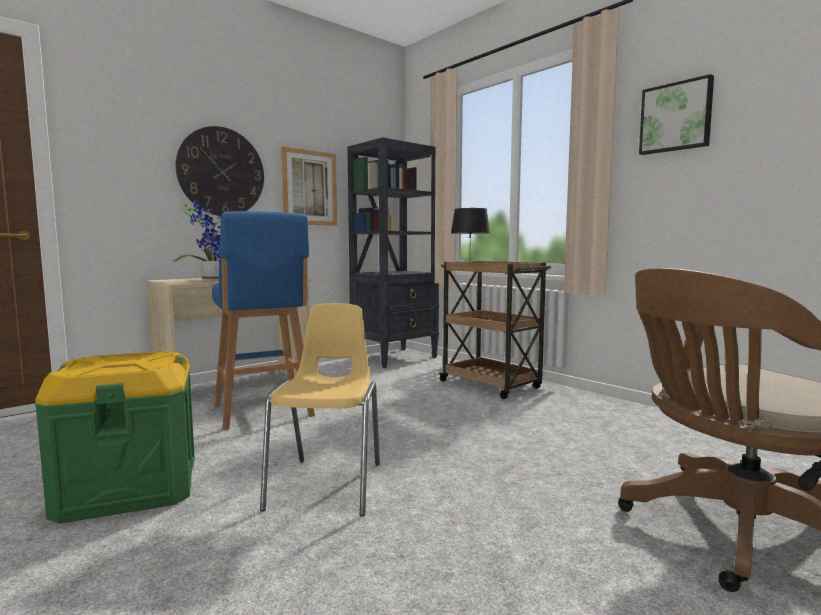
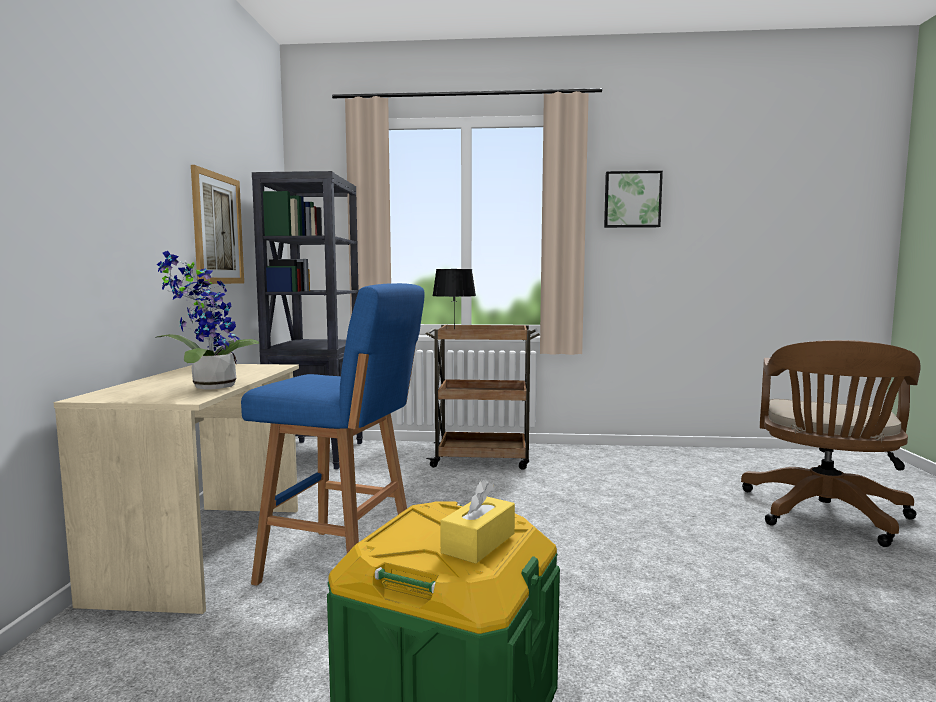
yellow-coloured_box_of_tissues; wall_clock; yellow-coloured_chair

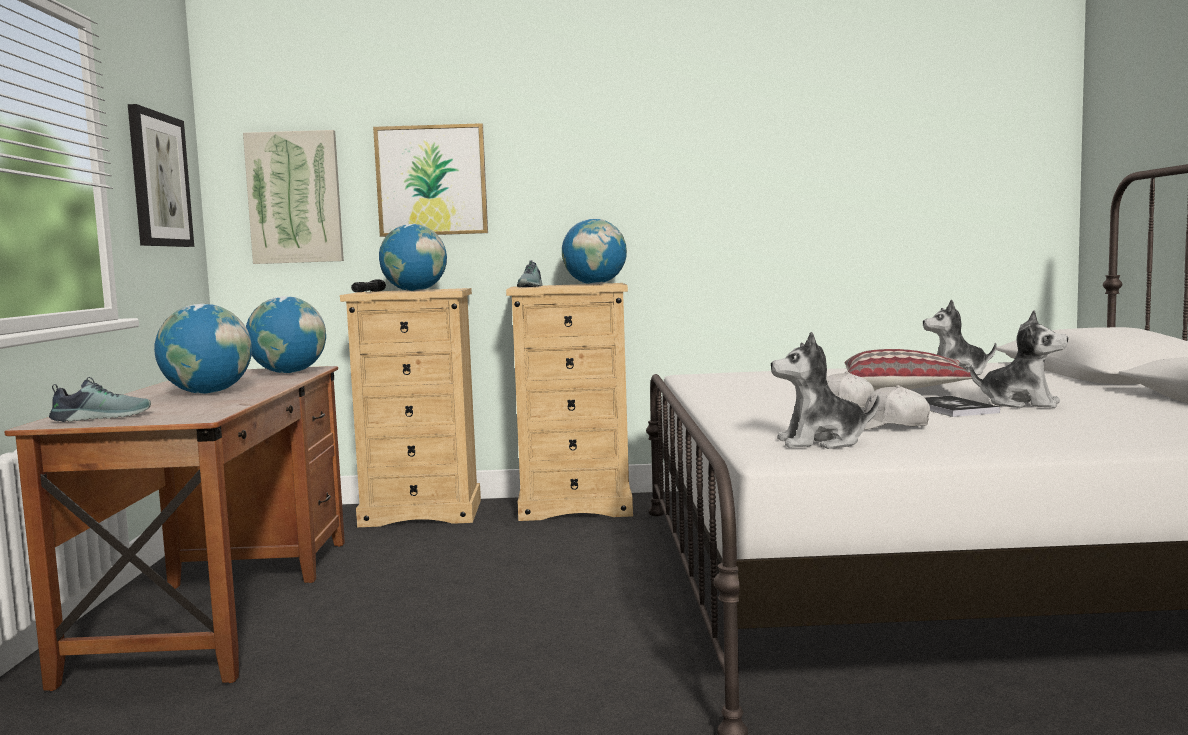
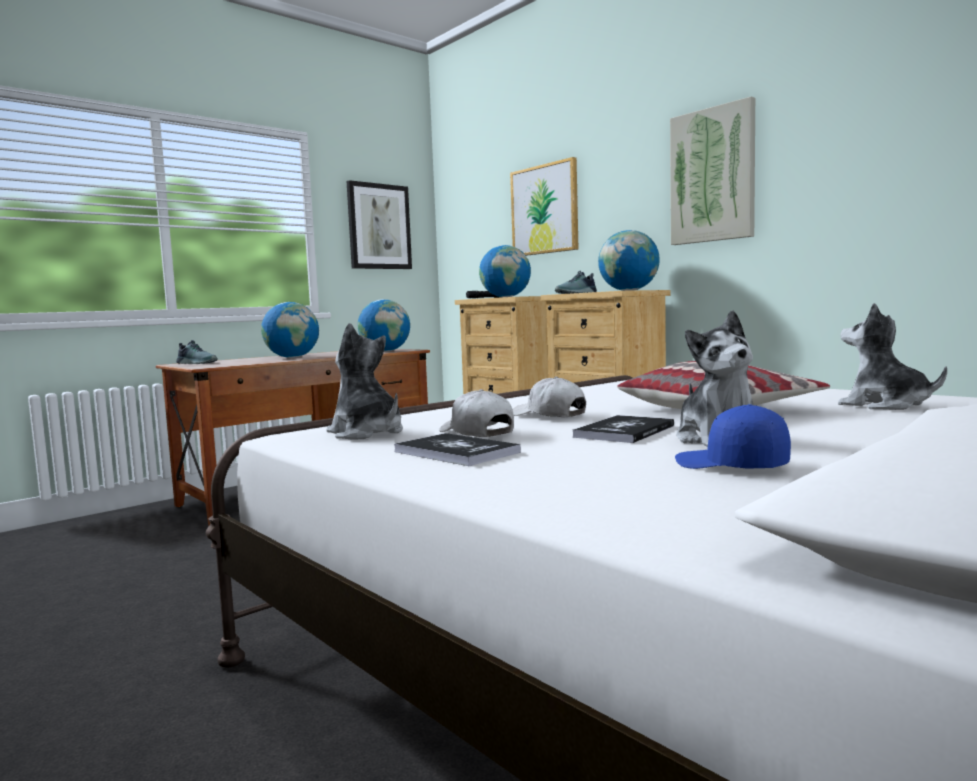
bound_book (no. 1 from left); wall_art (no. 3 from left); blue_peaked_cap

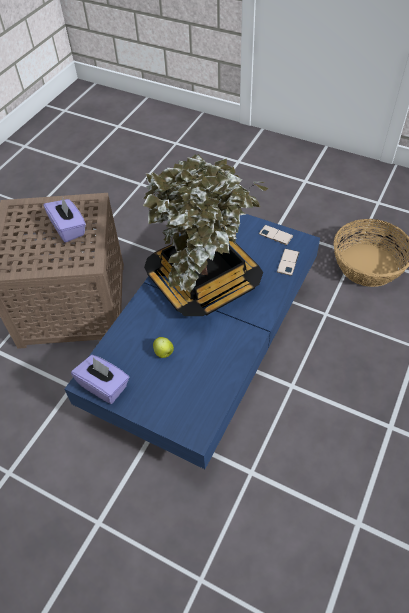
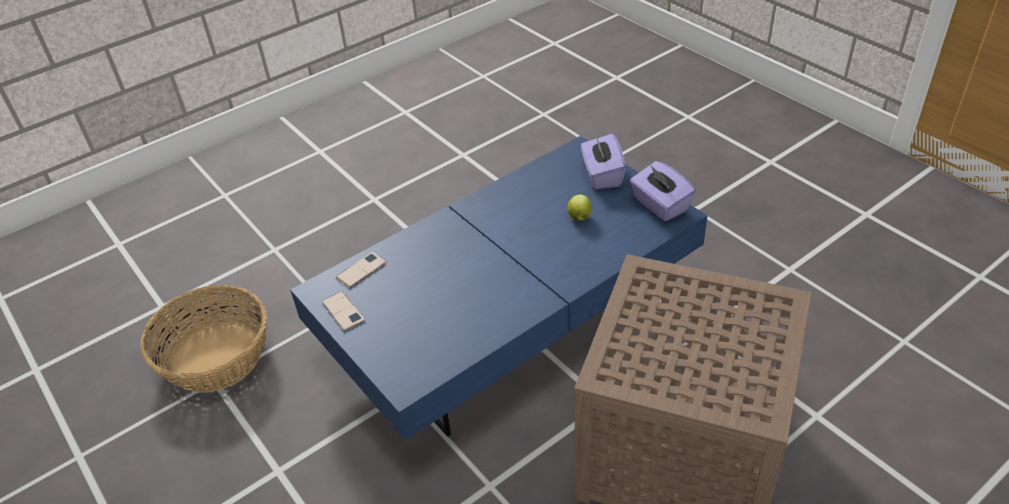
purplish_box_of_tissues (no. 1 from left); plant_in_a_pot

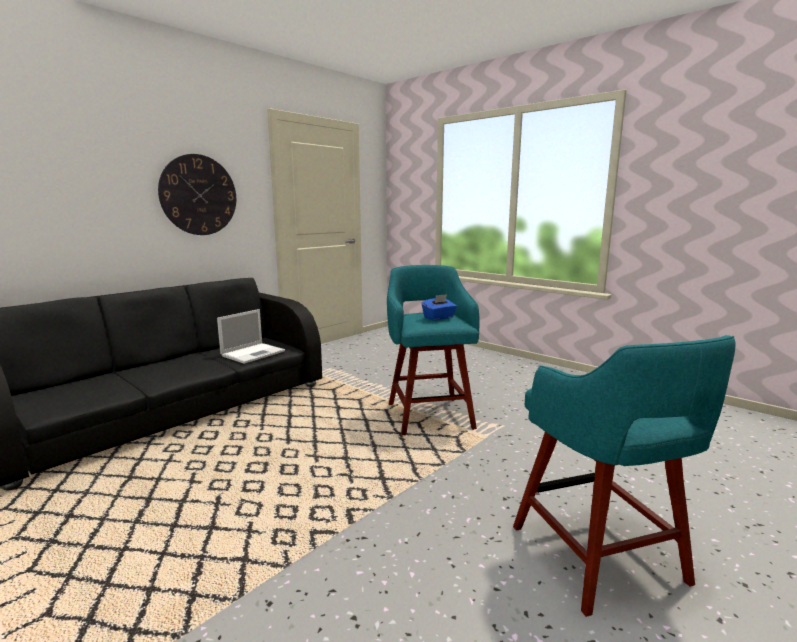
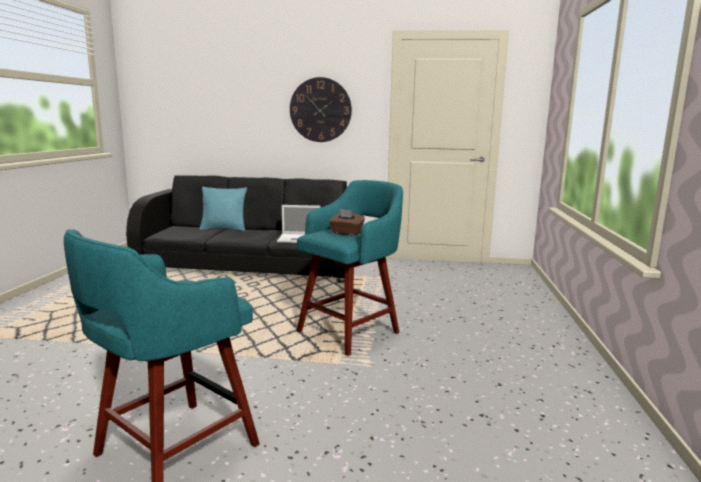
blue-green_pillow; brown-coloured_box_of_tissues

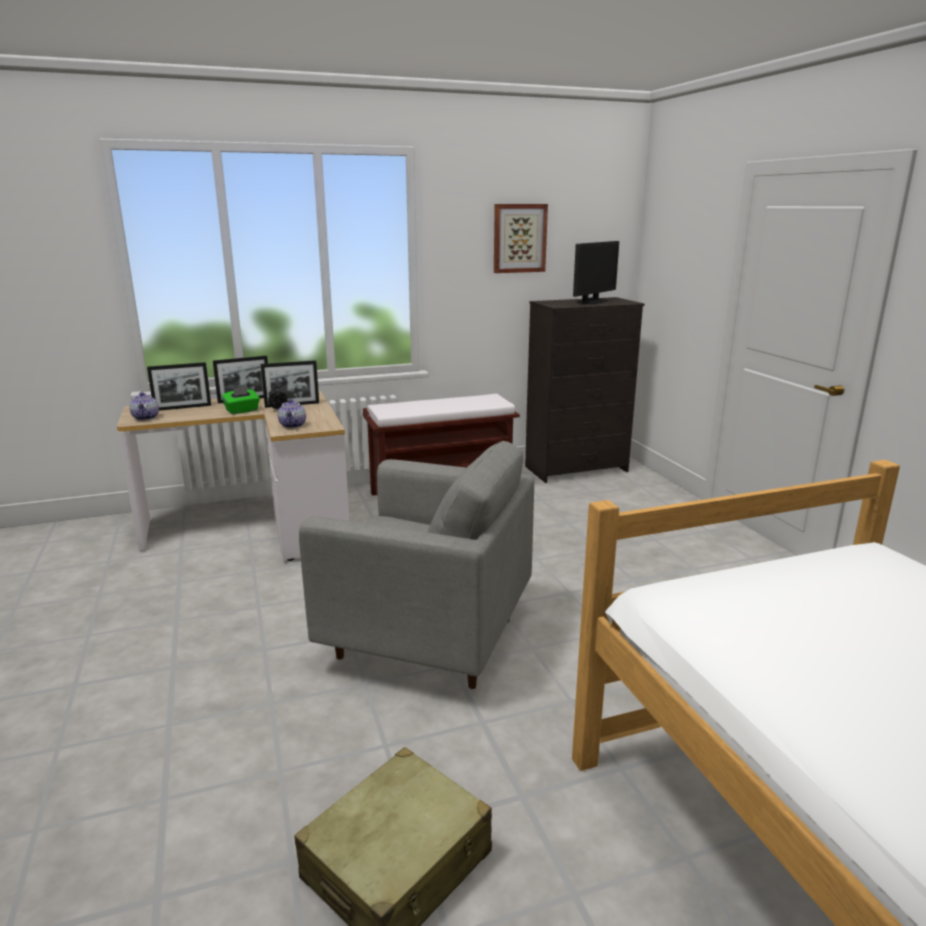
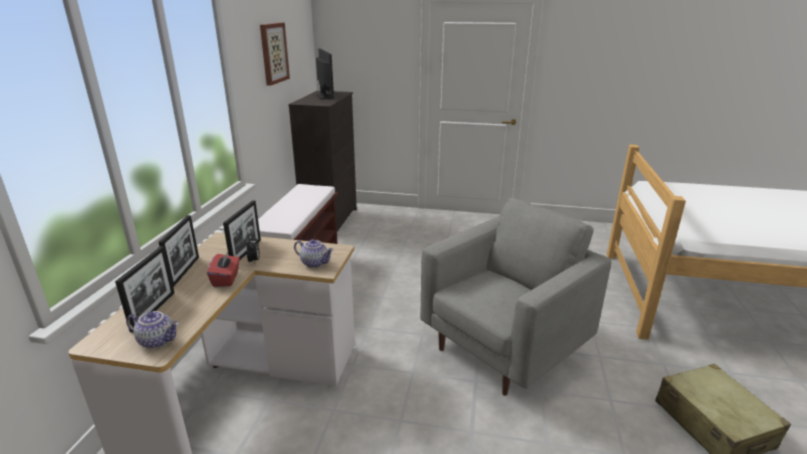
reddish_box_of_tissues

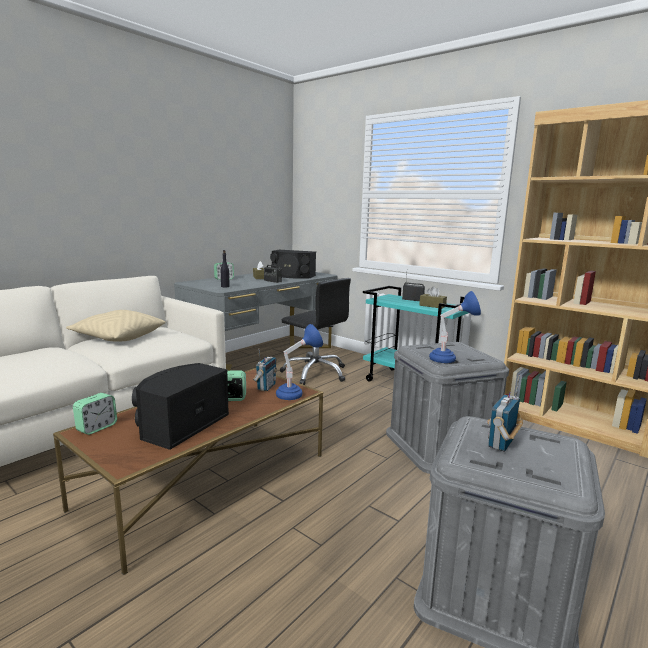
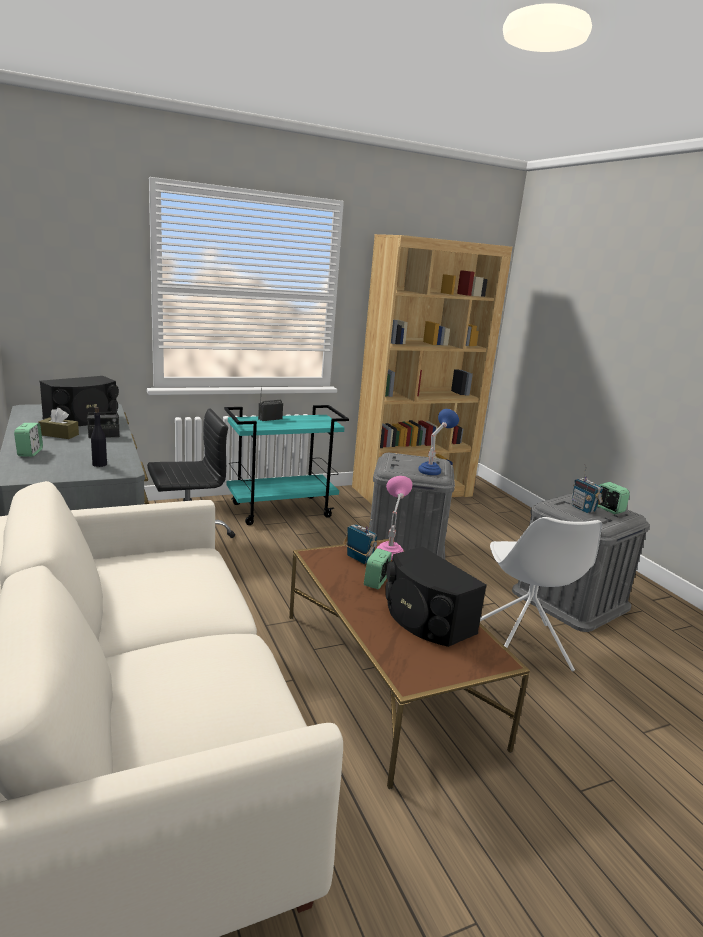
pink_tabletop_lamp; white-coloured_chair; alarm_clock (no. 3 from left); beige_pillow; brown-coloured_box_of_tissues (no. 2 from left in the first image)

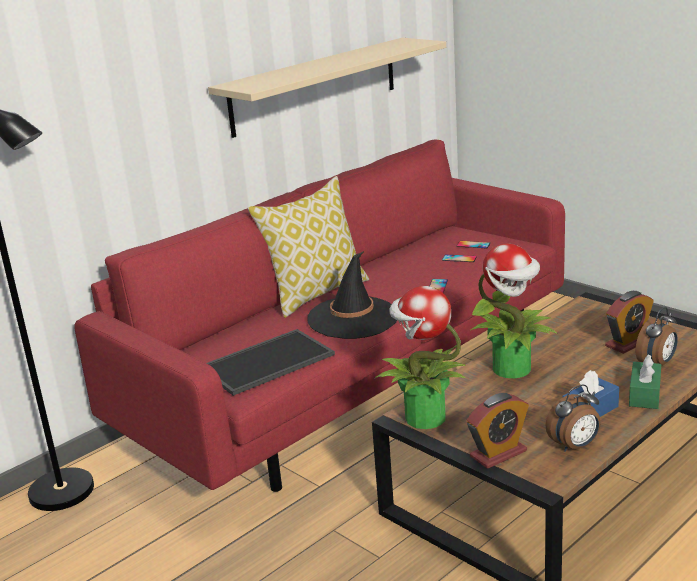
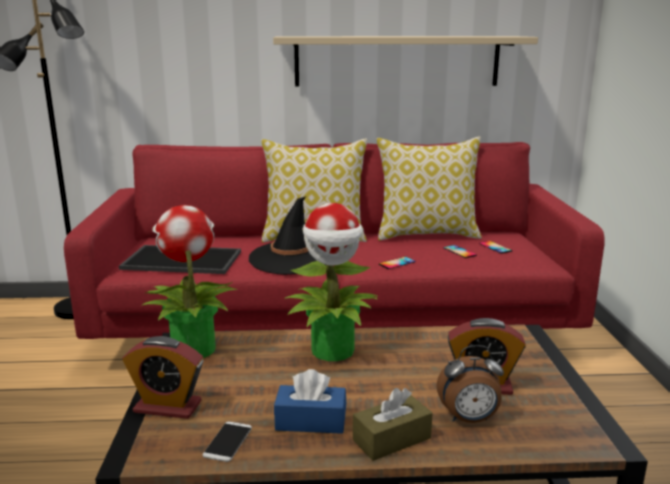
telephone (no. 1 from left); brown-coloured_box_of_tissues; pillow (no. 2 from left)

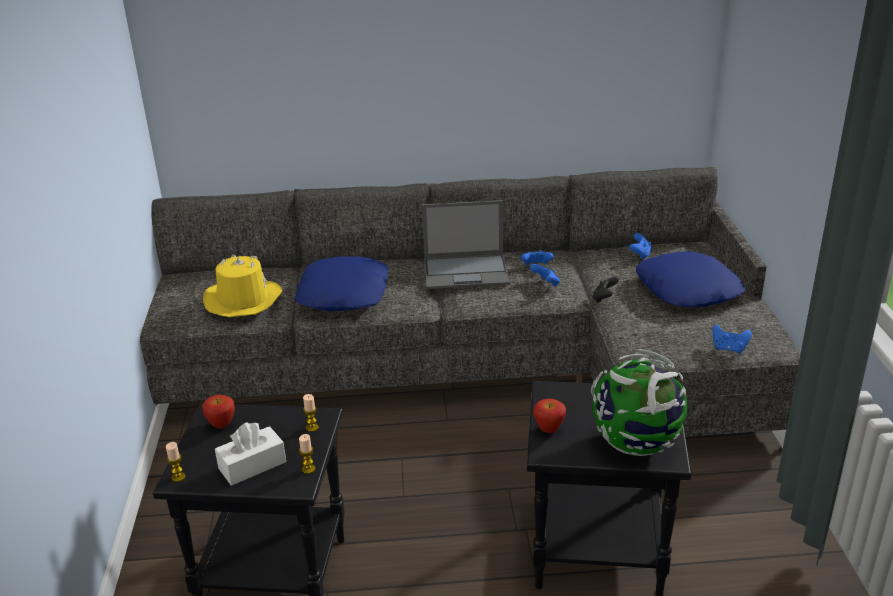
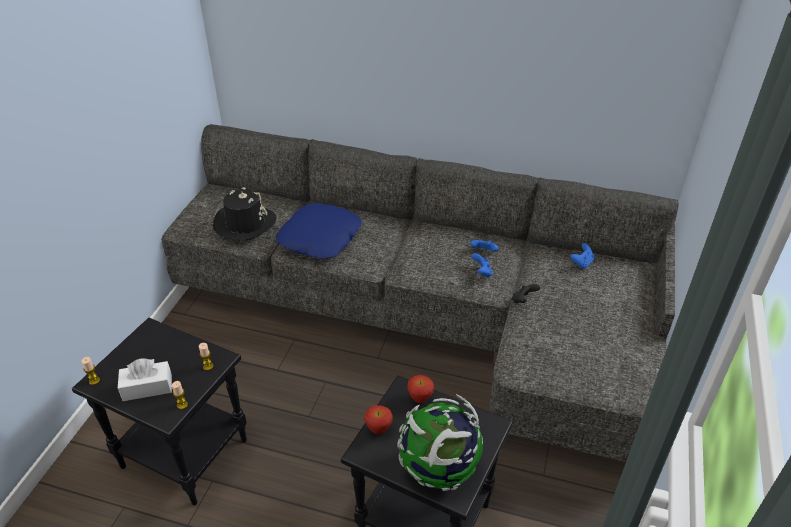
black-coloured_wearable_hat; apple (no. 2 from left); notebook_computer; blue_pillow (no. 2 from left in the first image); blue_game_controller (no. 4 from left in the first image)

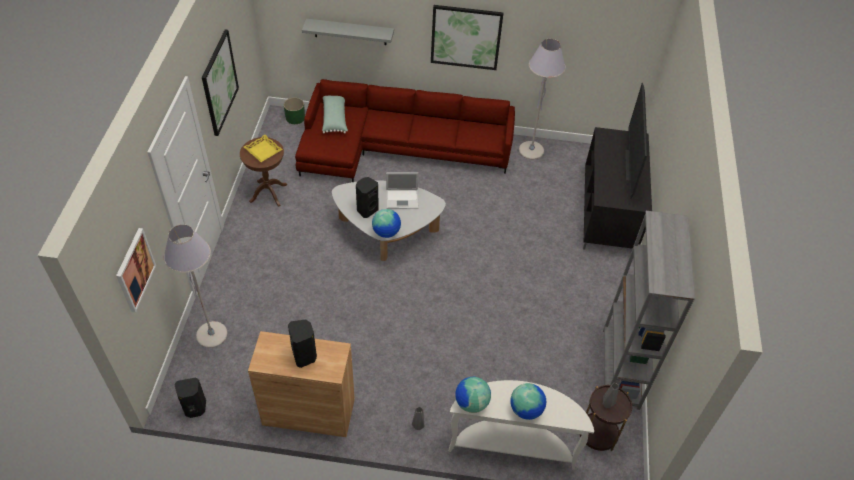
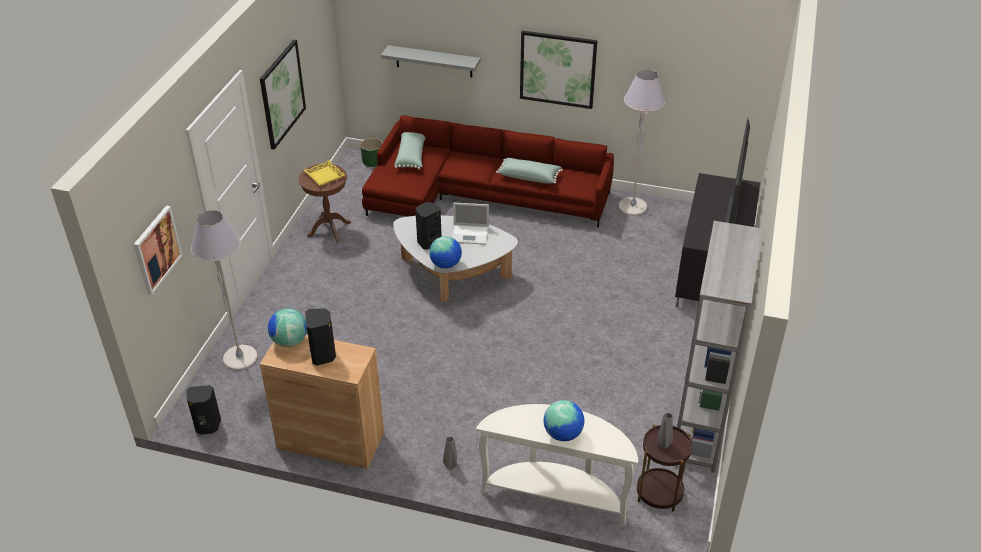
globe (no. 1 from left); green_pillow (no. 2 from left)

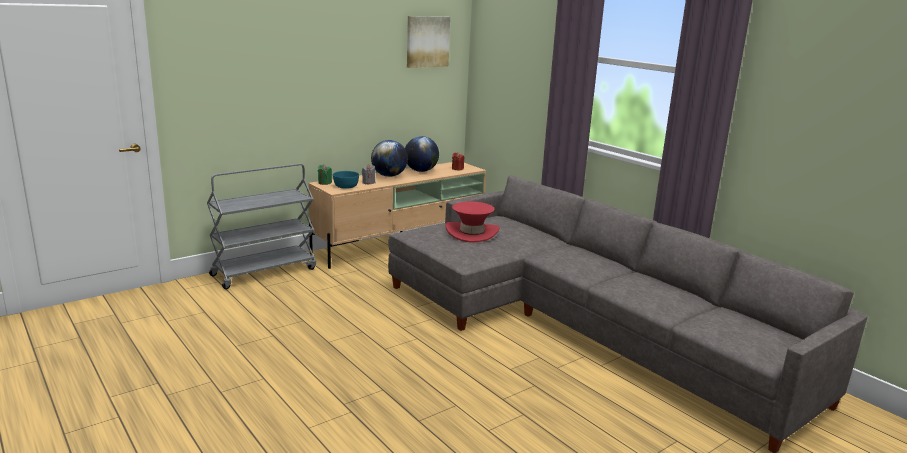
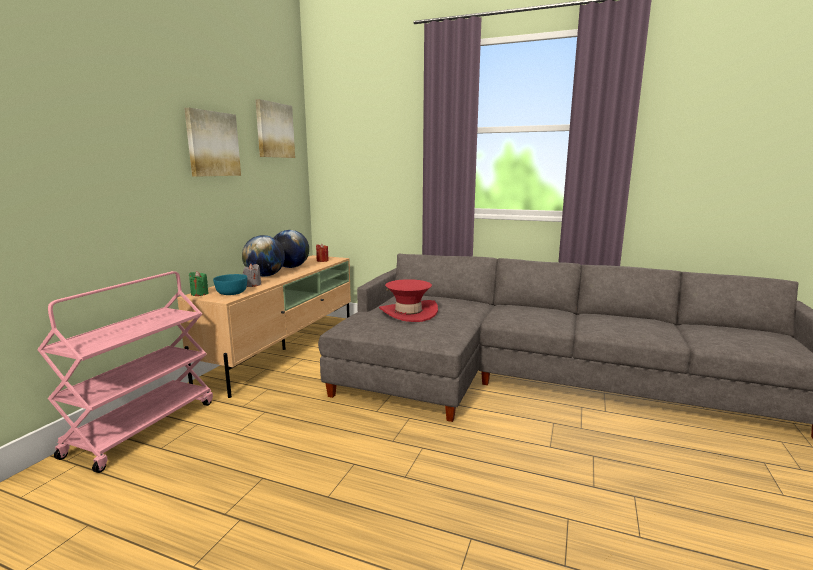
pink_wheeled_cart; wall_art (no. 1 from left)

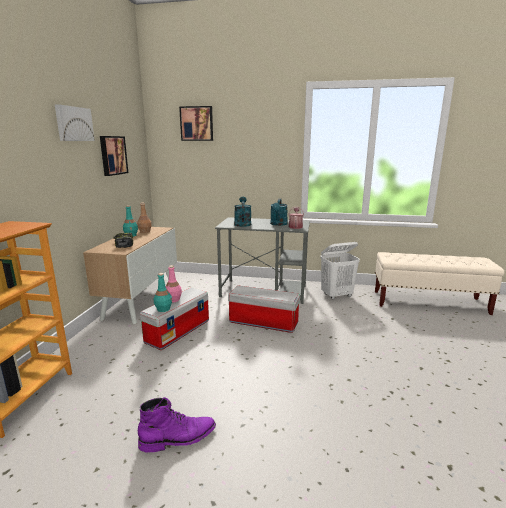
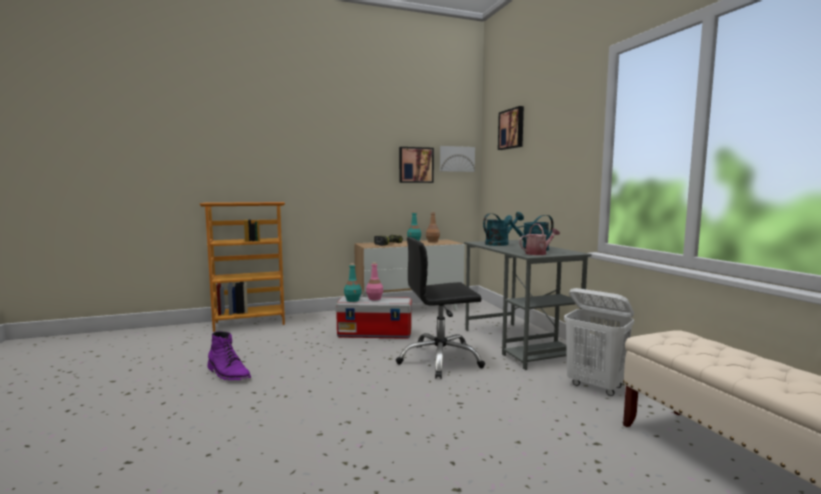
black-coloured_desk_chair; wall_art (no. 2 from left)

